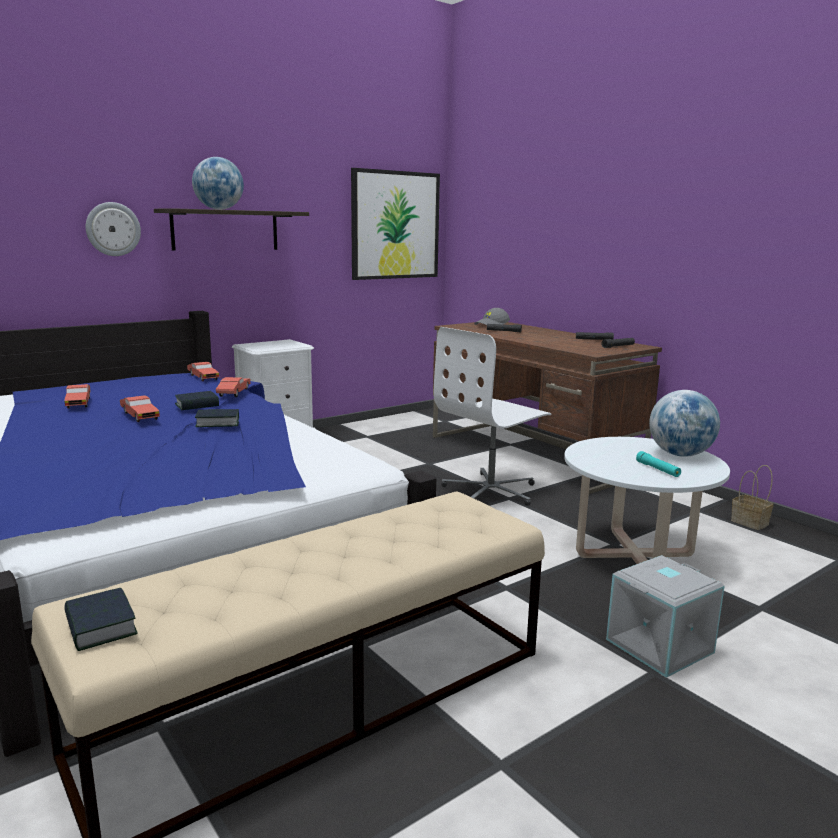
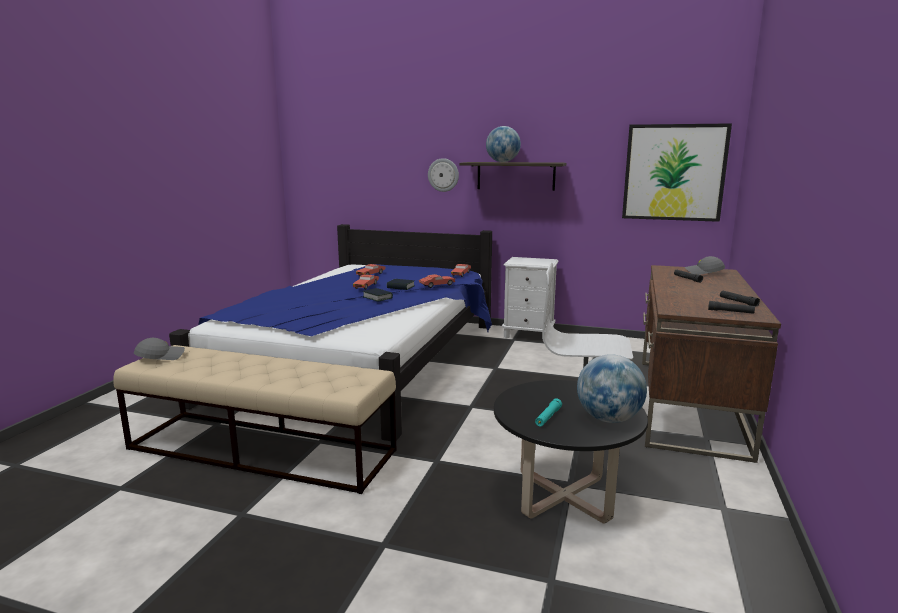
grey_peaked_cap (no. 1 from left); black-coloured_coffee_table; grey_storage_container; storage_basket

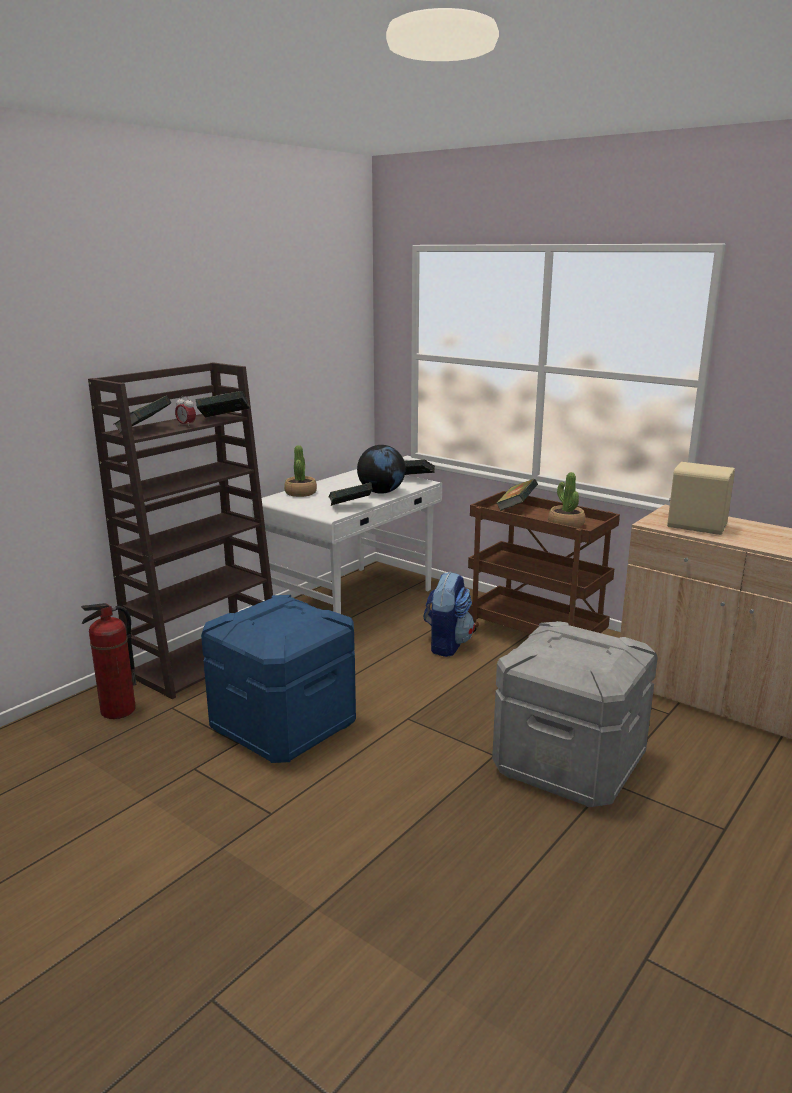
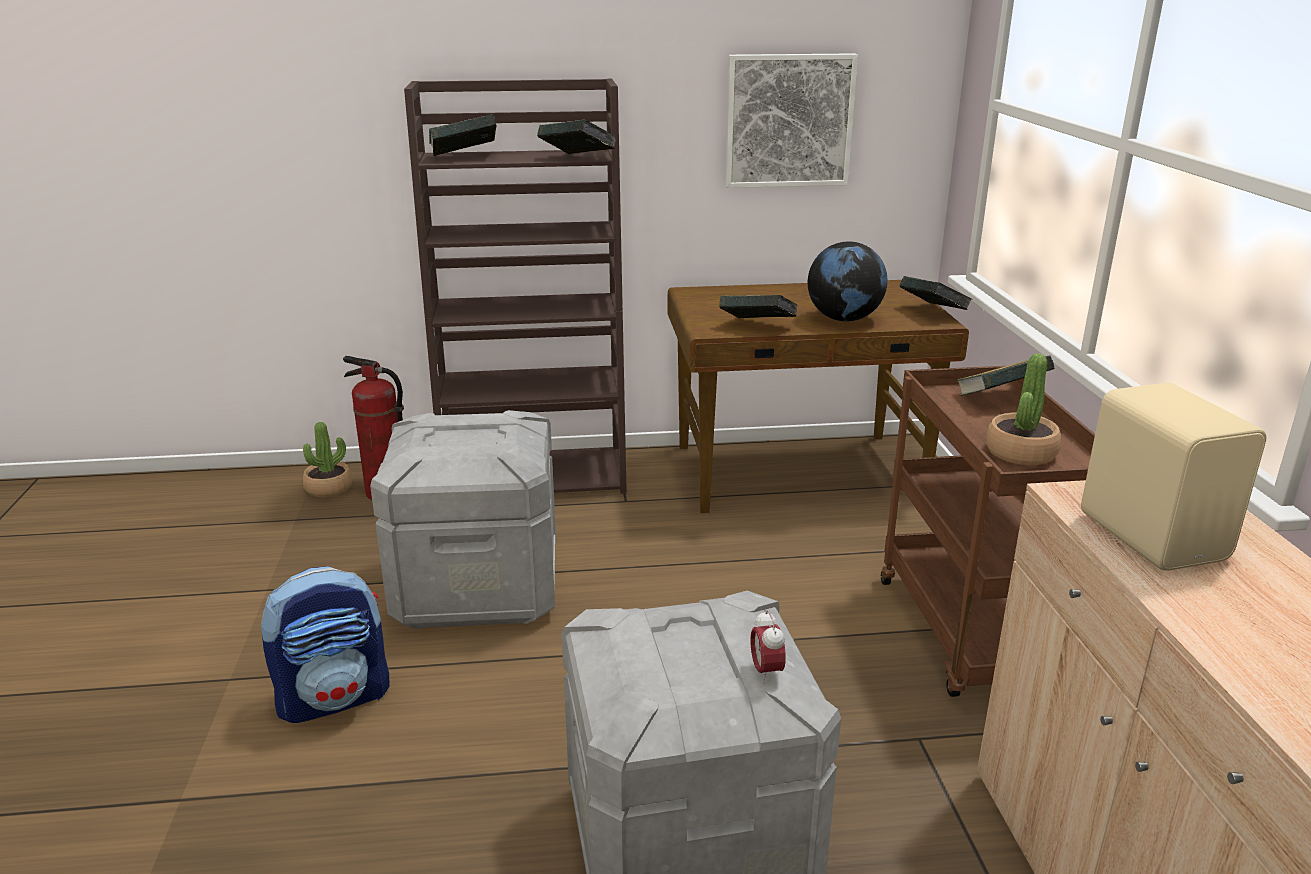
backpack; plant_in_a_pot (no. 1 from left); grey_storage_container (no. 1 from left); brown-coloured_desk_unit; wall_art; alarm_clock

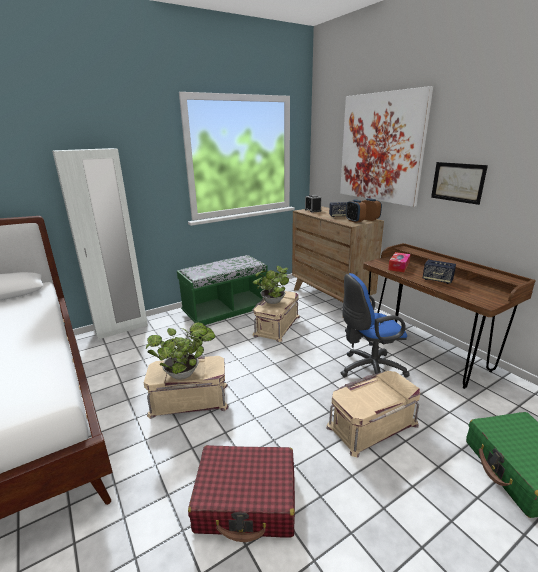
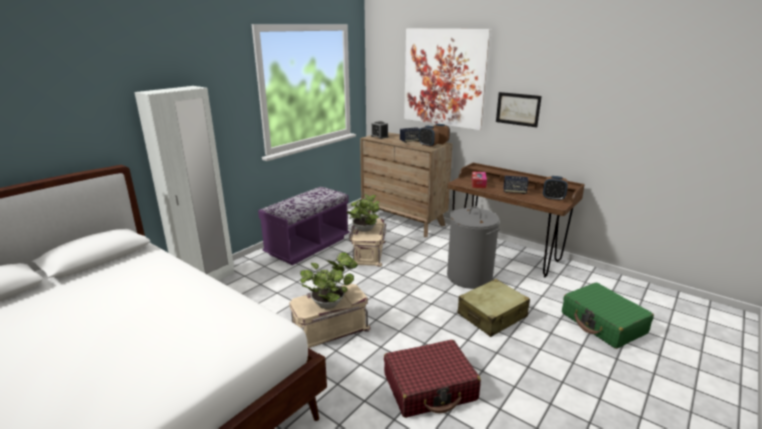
purplish_long_seat; grey_washing_basket; beige_piece_of_luggage; alarm_clock (no. 4 from left)

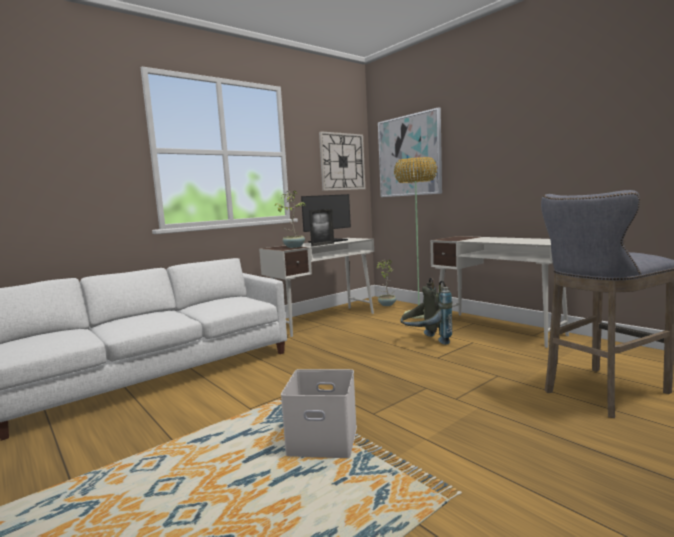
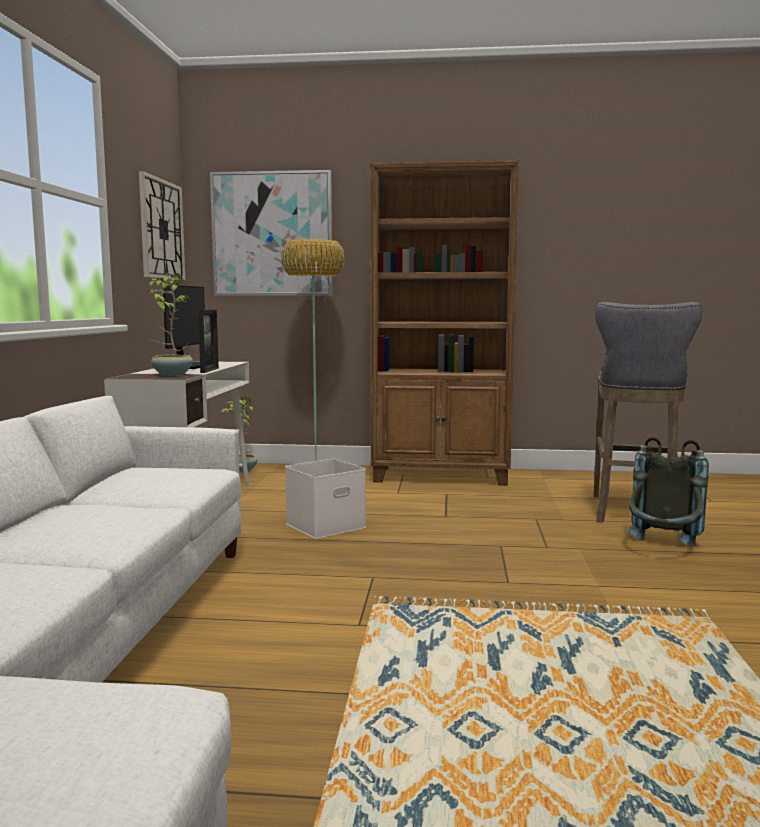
white-coloured_storage_container; brown-coloured_bookcase; grey_backpack

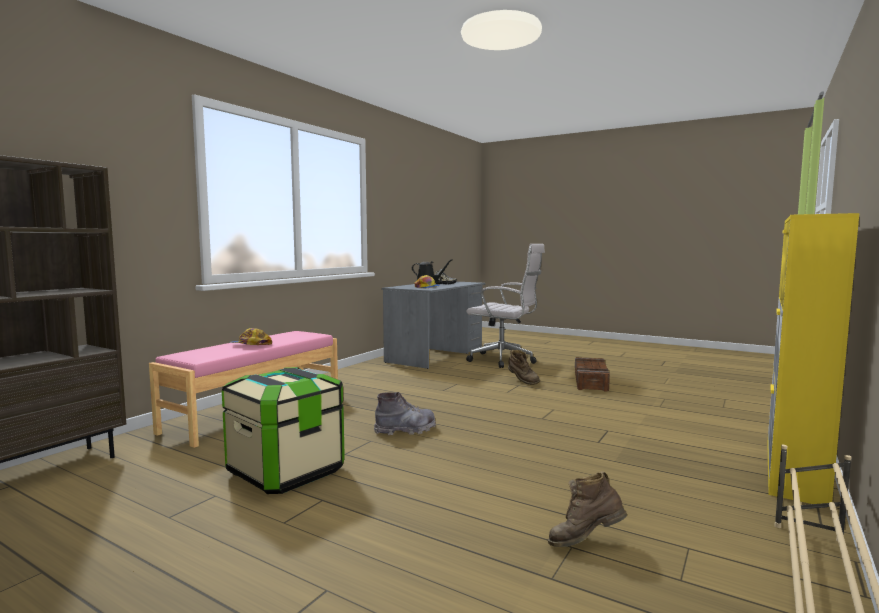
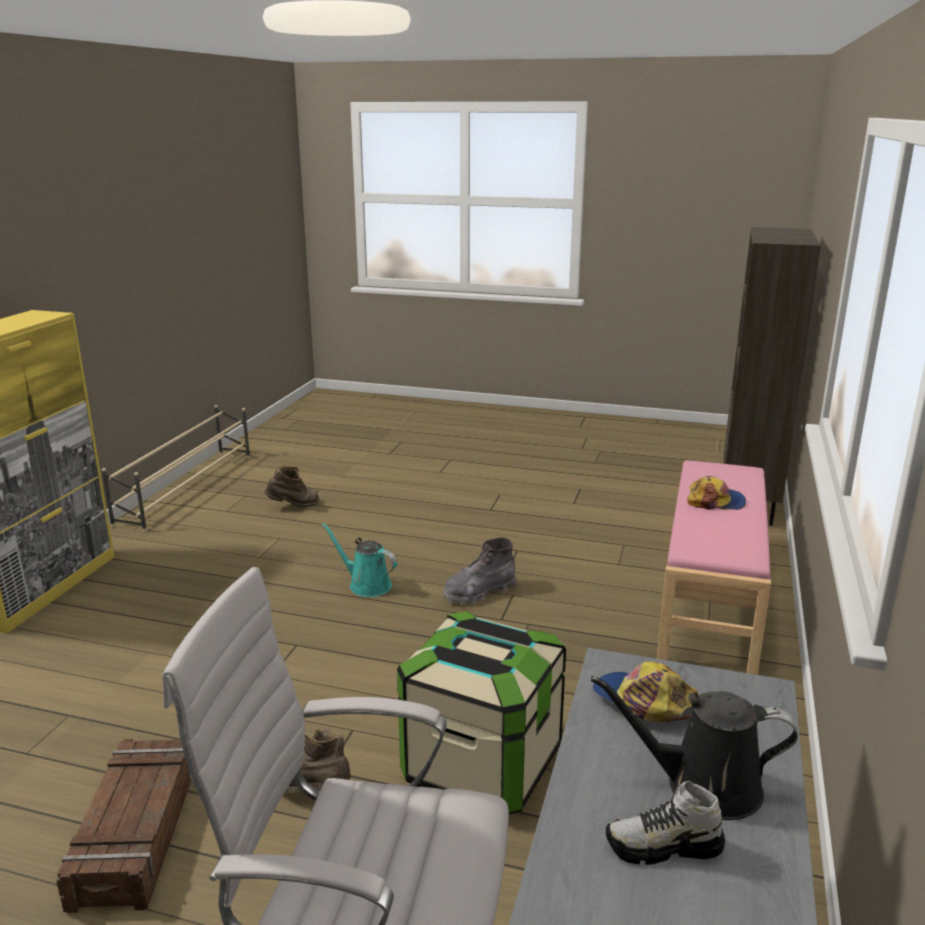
blue-green_watering_can; storage_container

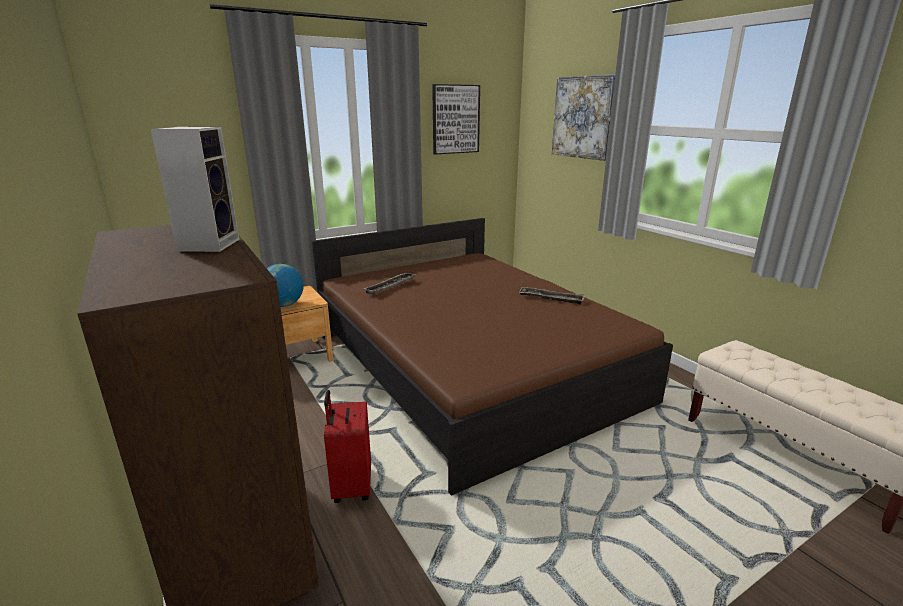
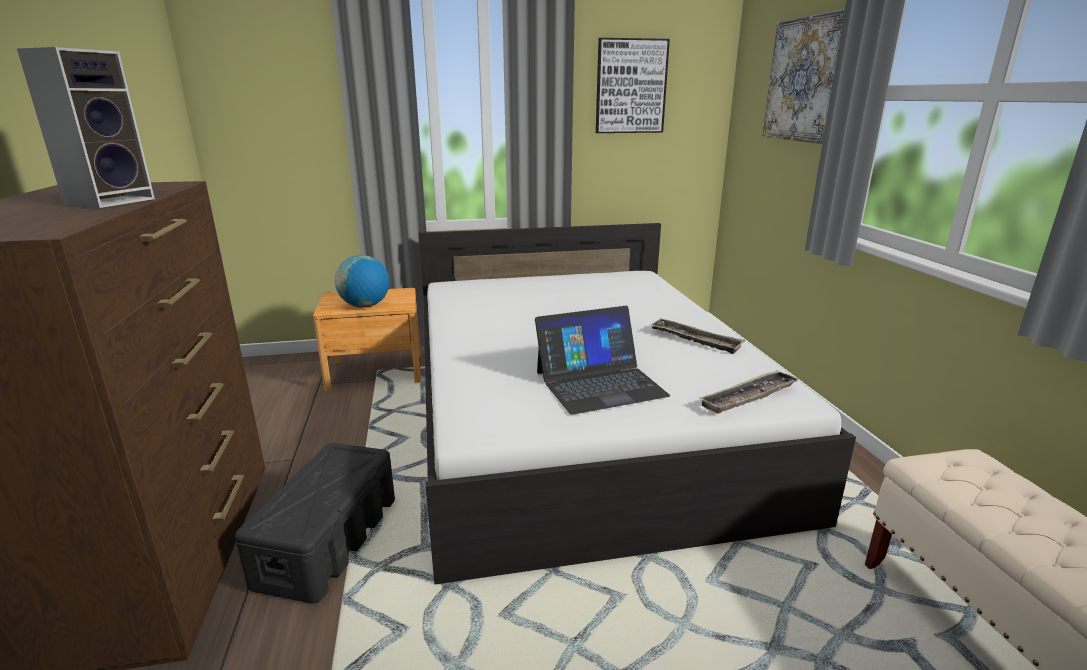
black-coloured_storage_container; white-coloured_sleeping_bed; notebook_computer; tray (no. 2 from left)

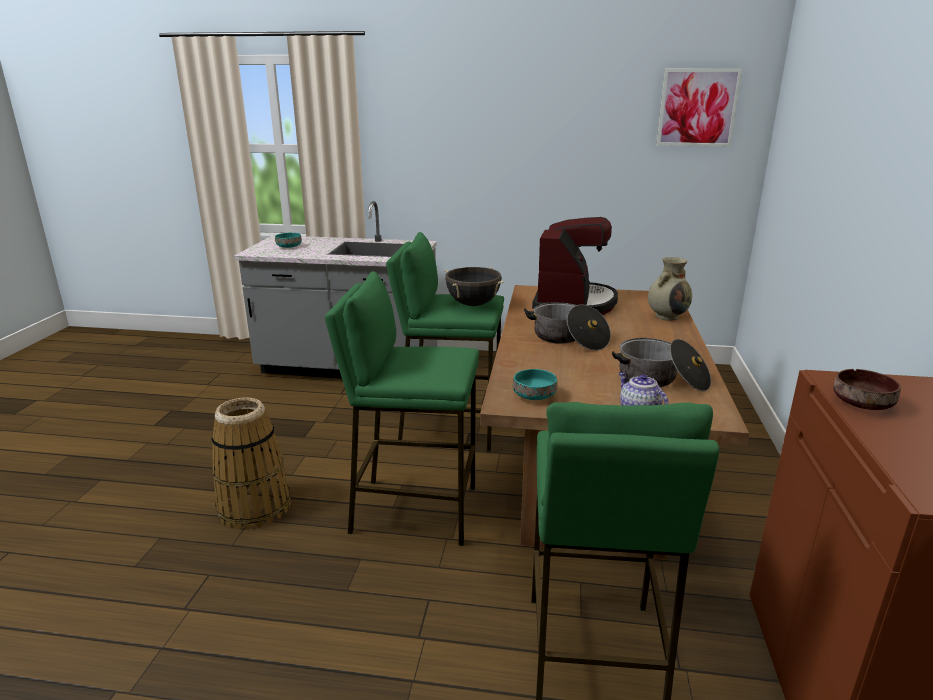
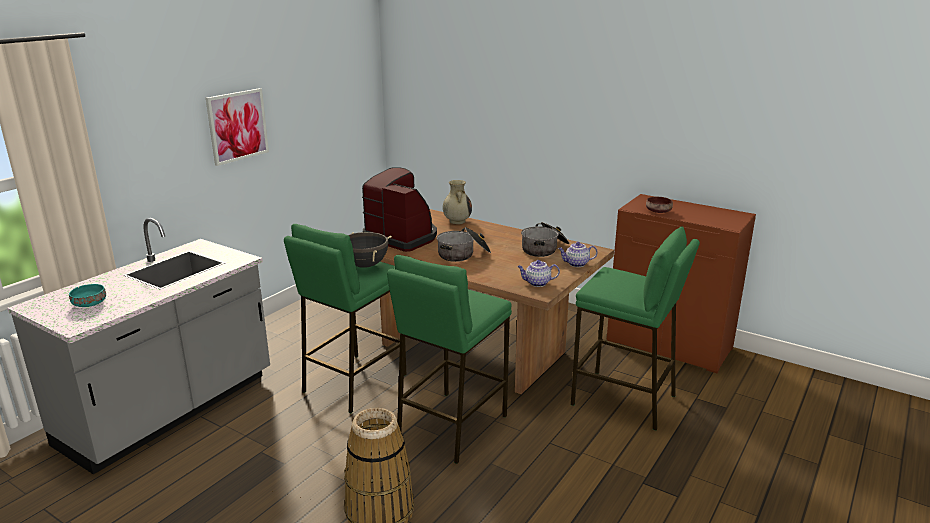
wall_art; tea_pot (no. 1 from left)

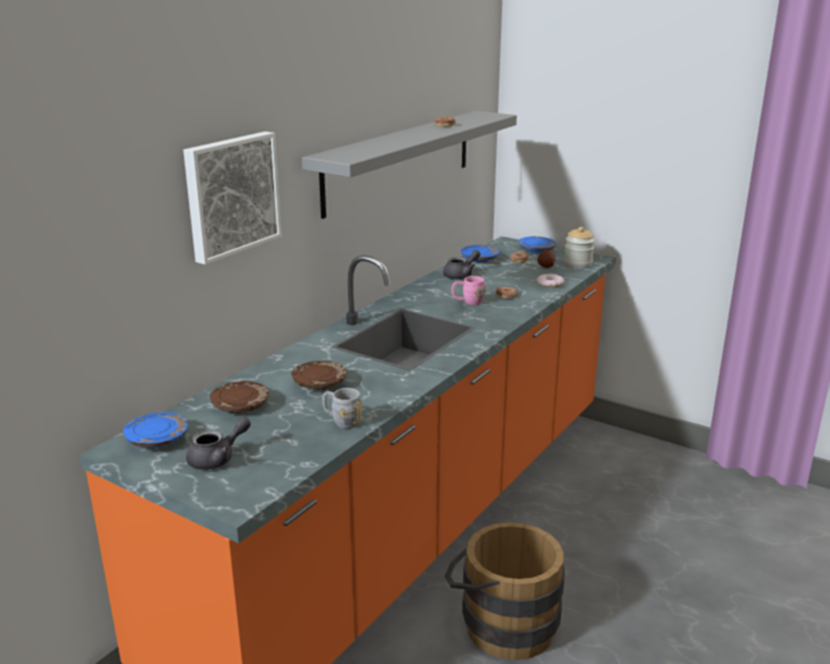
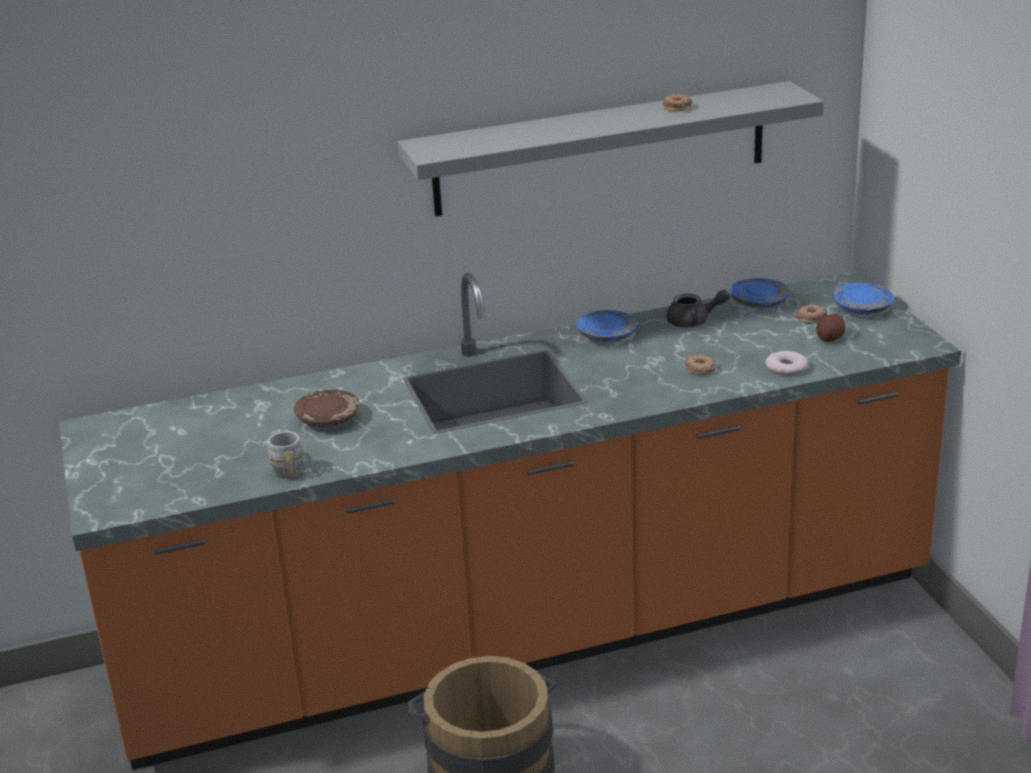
blue_plate (no. 1 from left); wall_art; grey_tea_pot (no. 1 from left in the first image); brown-coloured_plate (no. 1 from left in the first image); pink_tea_mug; preserve_jar

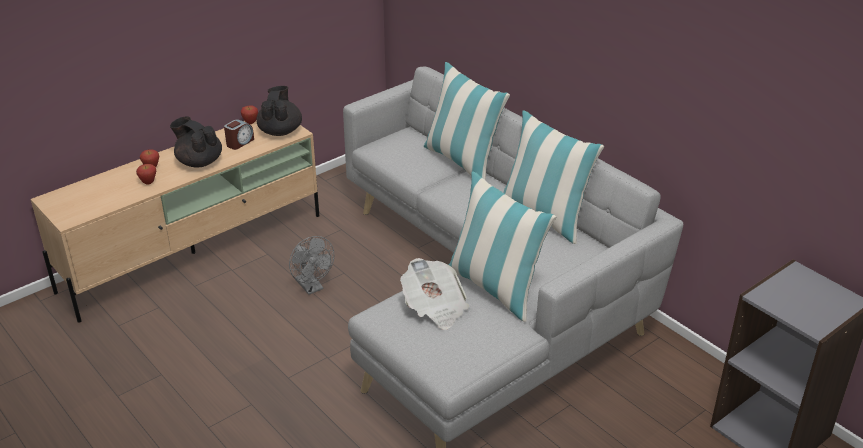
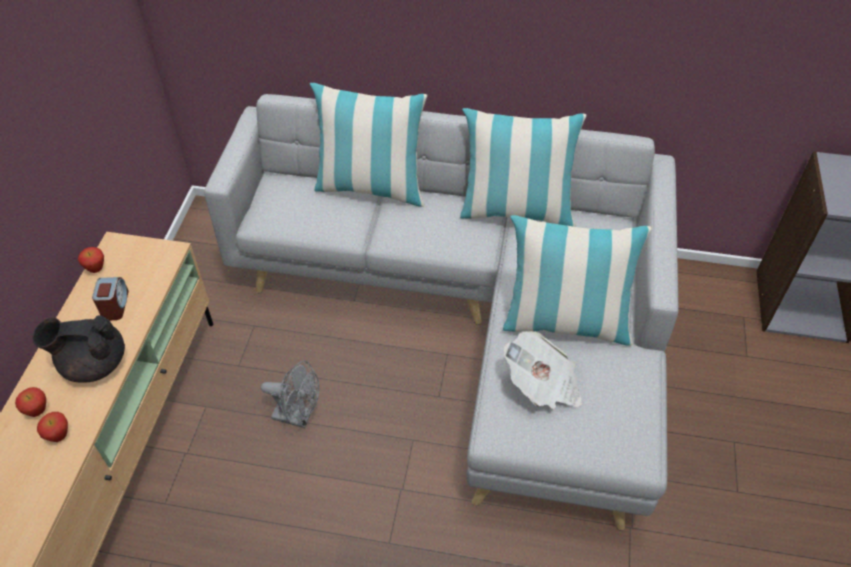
black-coloured_tea_pot (no. 2 from left in the first image)

